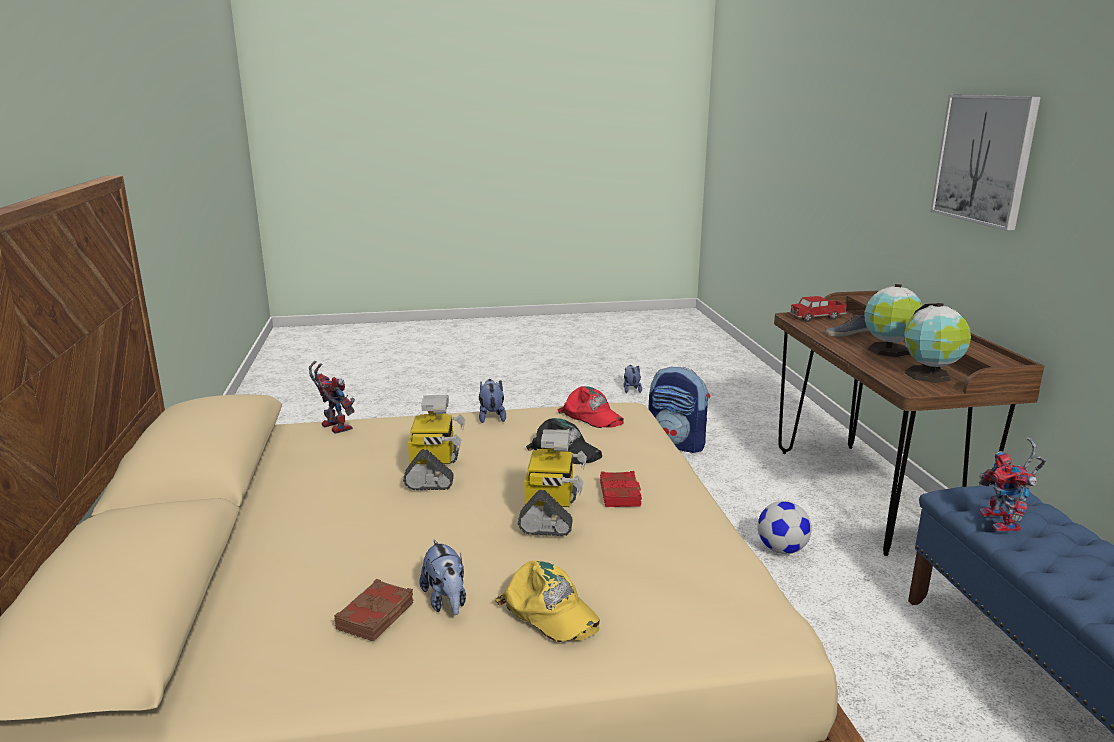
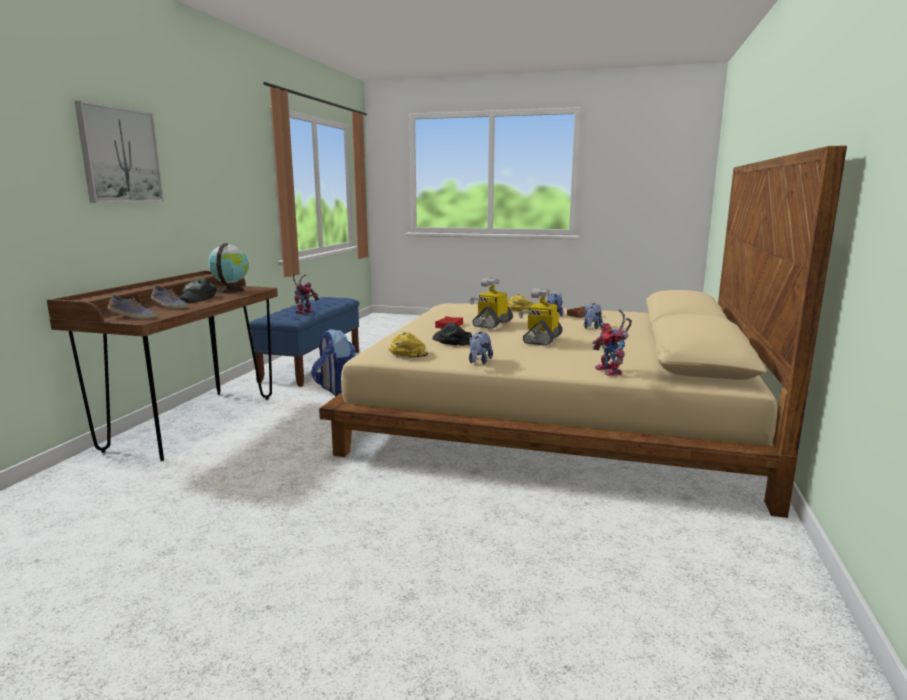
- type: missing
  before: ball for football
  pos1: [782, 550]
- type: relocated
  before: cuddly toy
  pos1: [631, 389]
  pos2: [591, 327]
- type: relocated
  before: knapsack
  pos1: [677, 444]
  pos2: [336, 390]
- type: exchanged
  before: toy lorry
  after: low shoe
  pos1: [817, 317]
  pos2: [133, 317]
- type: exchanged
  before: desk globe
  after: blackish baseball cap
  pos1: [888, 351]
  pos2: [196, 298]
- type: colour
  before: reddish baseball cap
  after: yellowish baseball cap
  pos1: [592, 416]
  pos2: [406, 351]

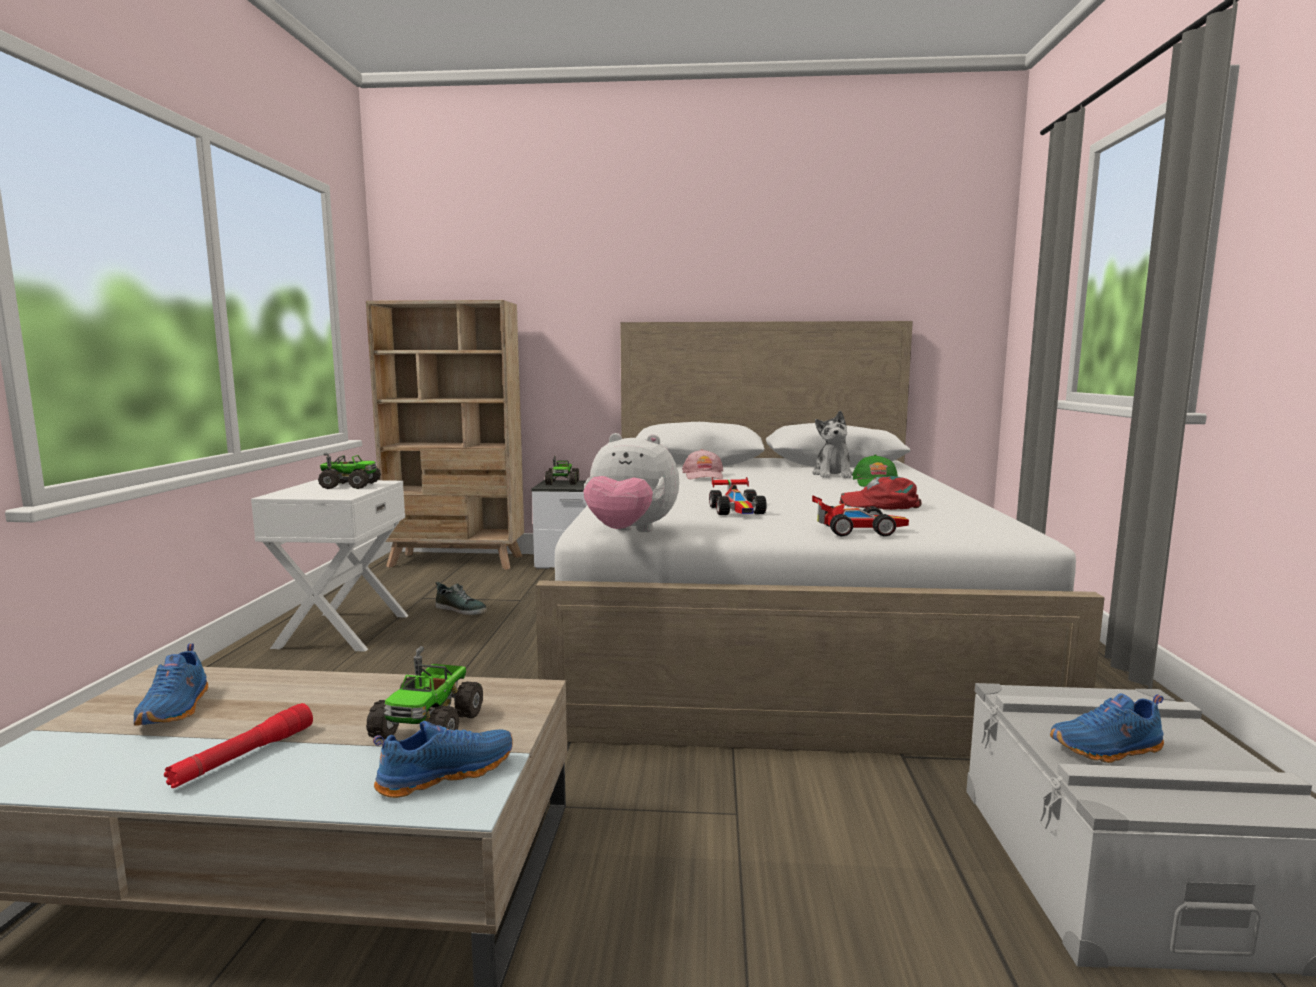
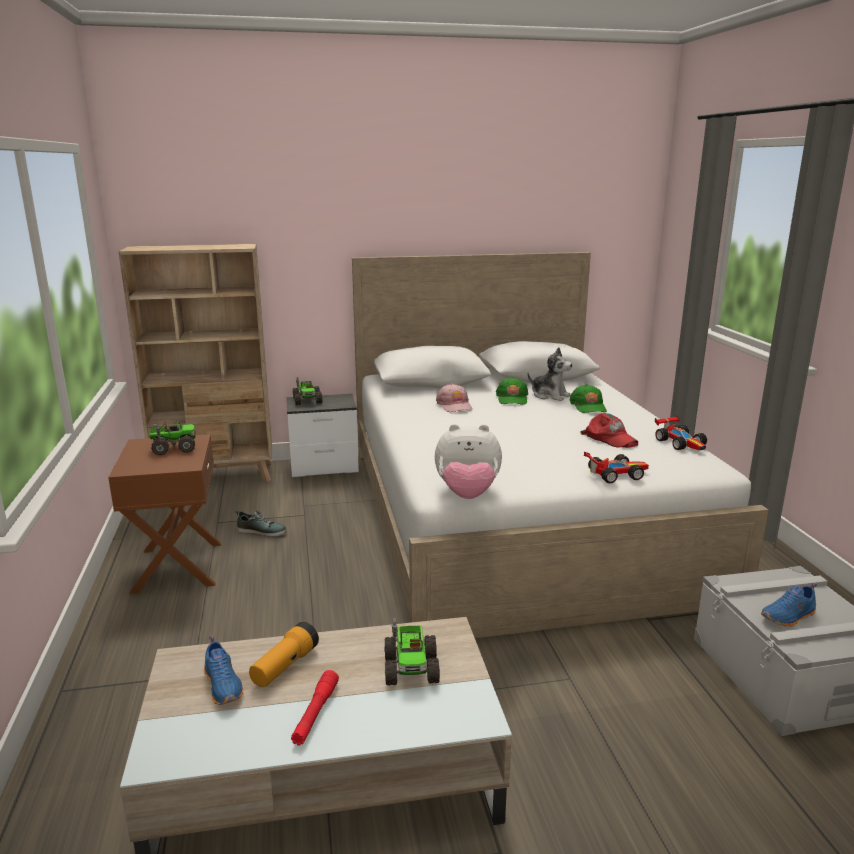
- type: missing
  before: bluish low shoe
  pos1: [446, 773]
- type: appeared
  after: hand torch
  pos2: [285, 666]
- type: appeared
  after: greenish baseball cap
  pos2: [512, 399]
- type: relocated
  before: model car
  pos1: [738, 510]
  pos2: [681, 443]
- type: colour
  before: white bedside table
  after: brownish bedside table
  pos1: [341, 631]
  pos2: [176, 567]
- type: spun
  before: cuddly toy
  pos1: [833, 474]
  pos2: [549, 395]
  turn: -45
- type: spun
  before: reddish baseball cap
  pos1: [881, 505]
  pos2: [610, 438]
  turn: -135

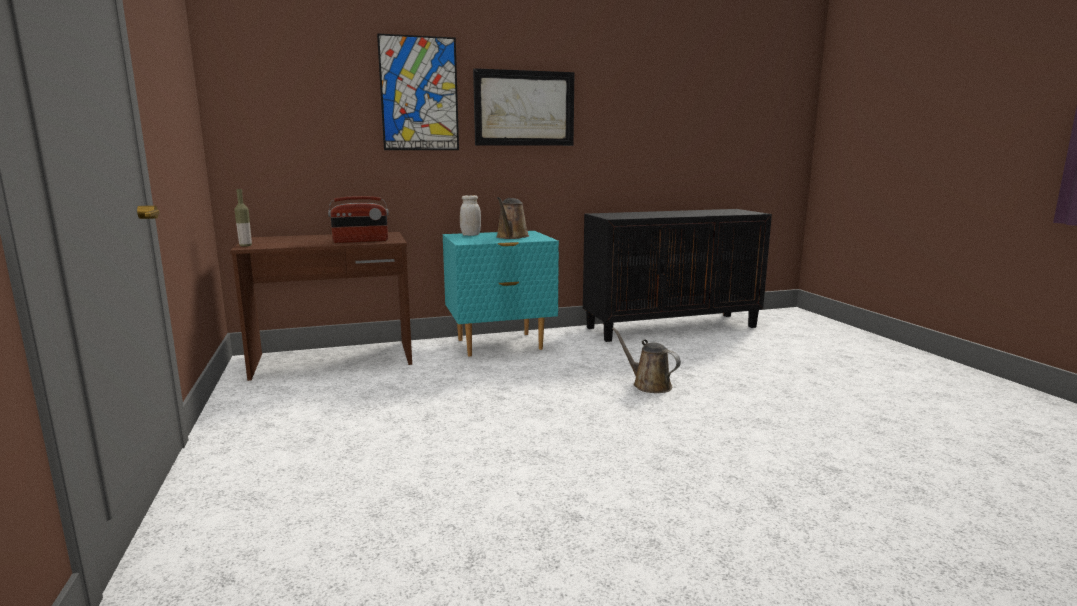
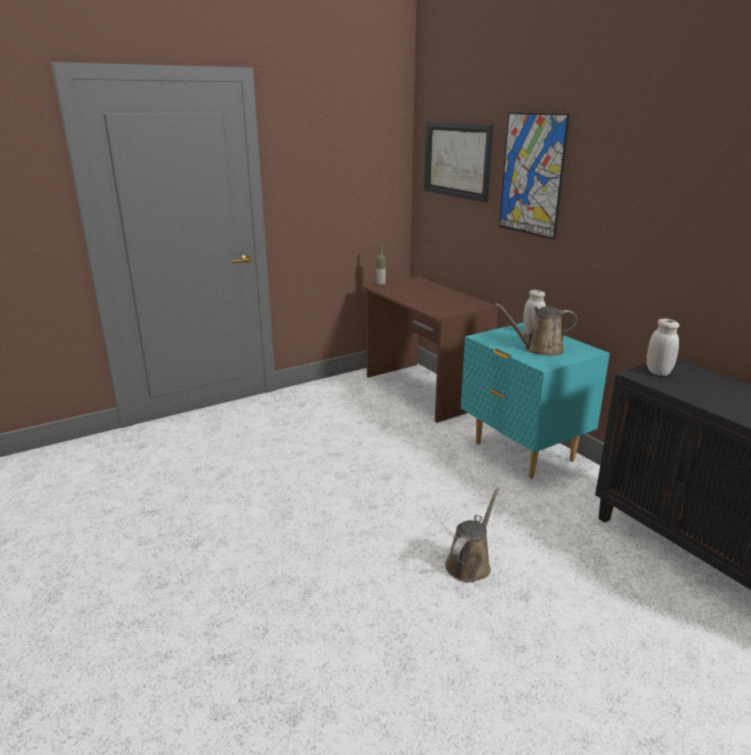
- type: missing
  before: radio receiver
  pos1: [360, 241]
- type: appeared
  after: white storage jar
  pos2: [658, 372]
- type: relocated
  before: wall art
  pos1: [524, 108]
  pos2: [457, 160]

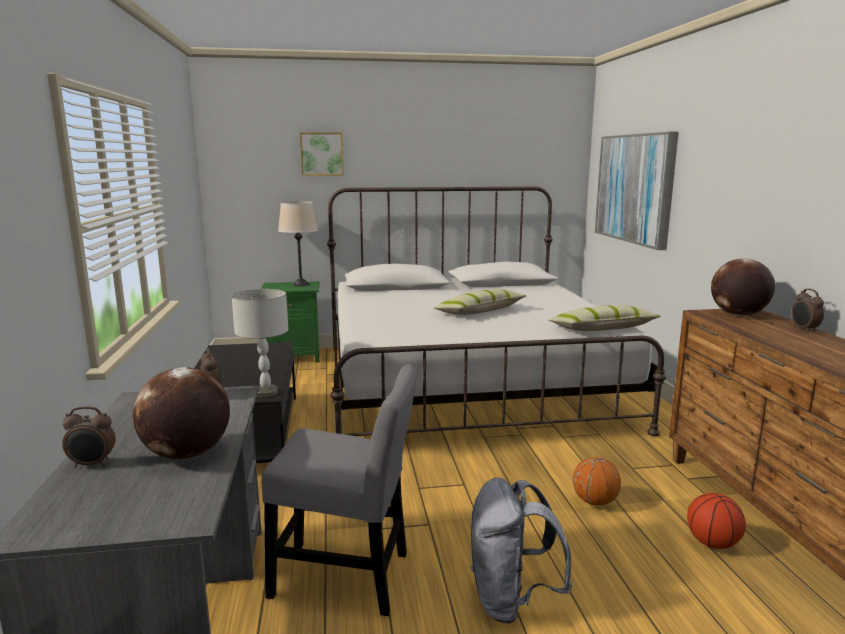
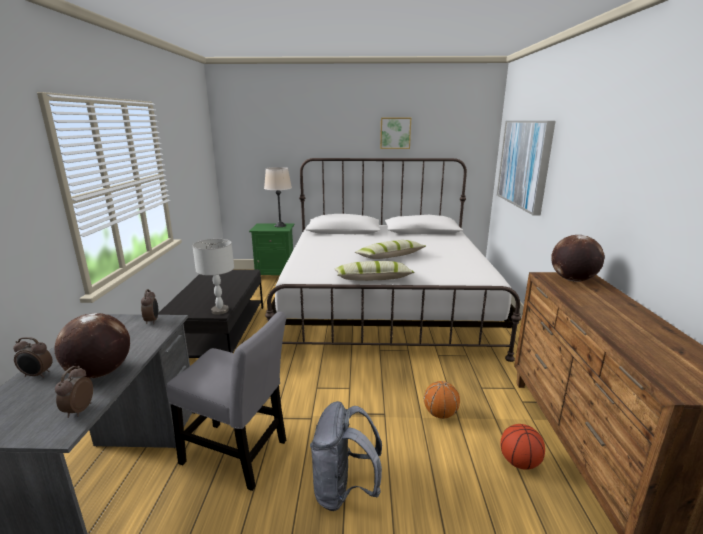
- type: relocated
  before: wall art
  pos1: [322, 154]
  pos2: [395, 133]
- type: relocated
  before: throw pillow
  pos1: [602, 329]
  pos2: [373, 279]
- type: relocated
  before: bedside clock
  pos1: [803, 329]
  pos2: [78, 410]

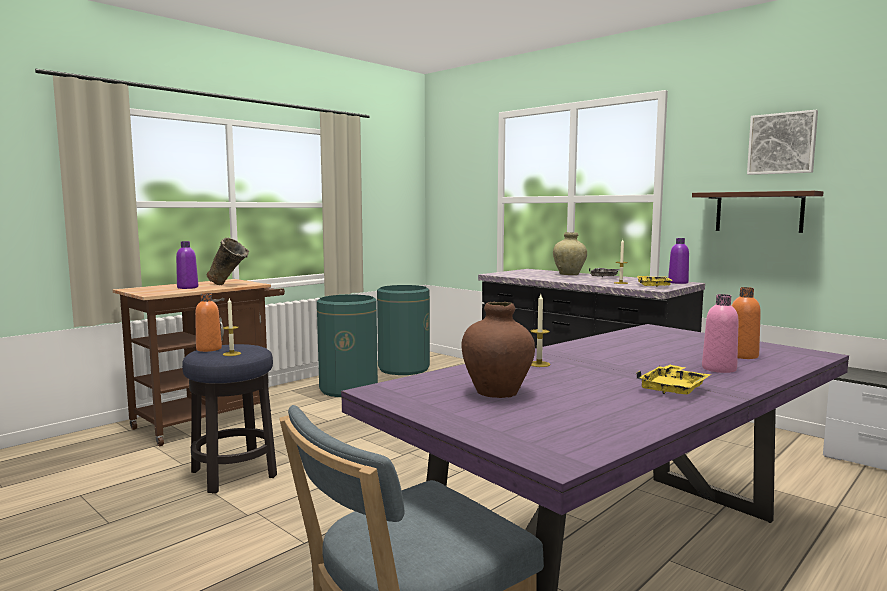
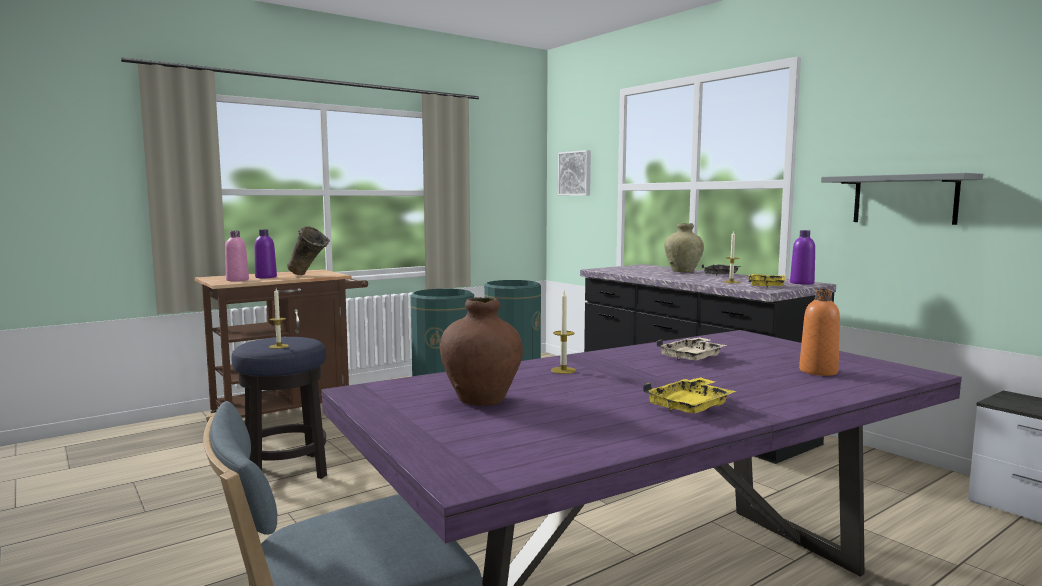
- type: missing
  before: orangey bottle
  pos1: [209, 349]
- type: appeared
  after: sand-coloured tray
  pos2: [692, 357]
- type: relocated
  before: pinkish bottle
  pos1: [719, 369]
  pos2: [237, 280]
- type: relocated
  before: wall art
  pos1: [782, 143]
  pos2: [575, 173]
- type: colour
  before: brownish bracket shelf
  after: grey bracket shelf
  pos1: [759, 212]
  pos2: [904, 199]

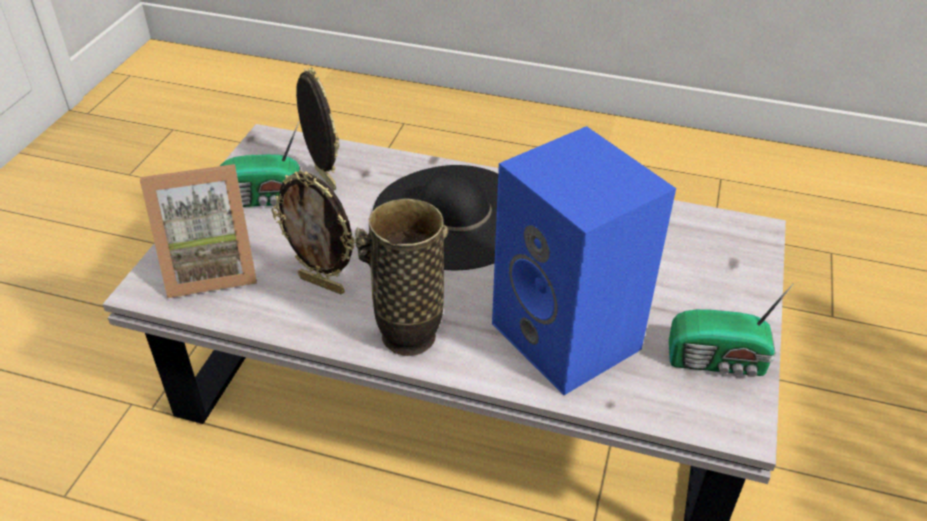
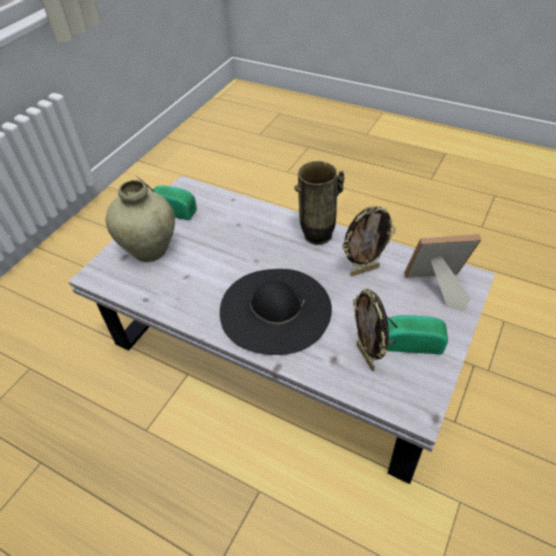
- type: missing
  before: bluish audio speaker
  pos1: [570, 337]
- type: appeared
  after: sand-coloured flower vase
  pos2: [150, 250]
- type: spun
  before: standing frame
  pos1: [323, 284]
  pos2: [364, 270]
  turn: 120

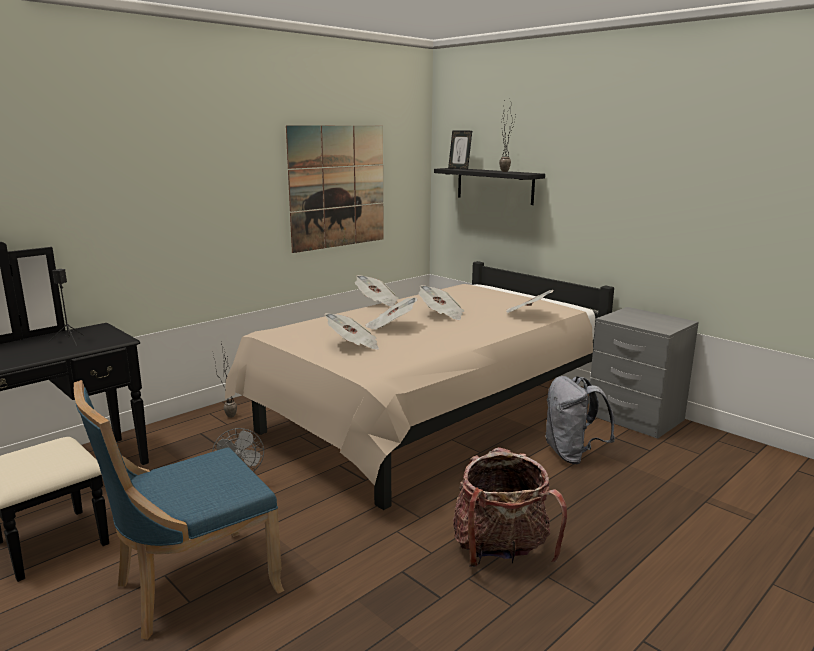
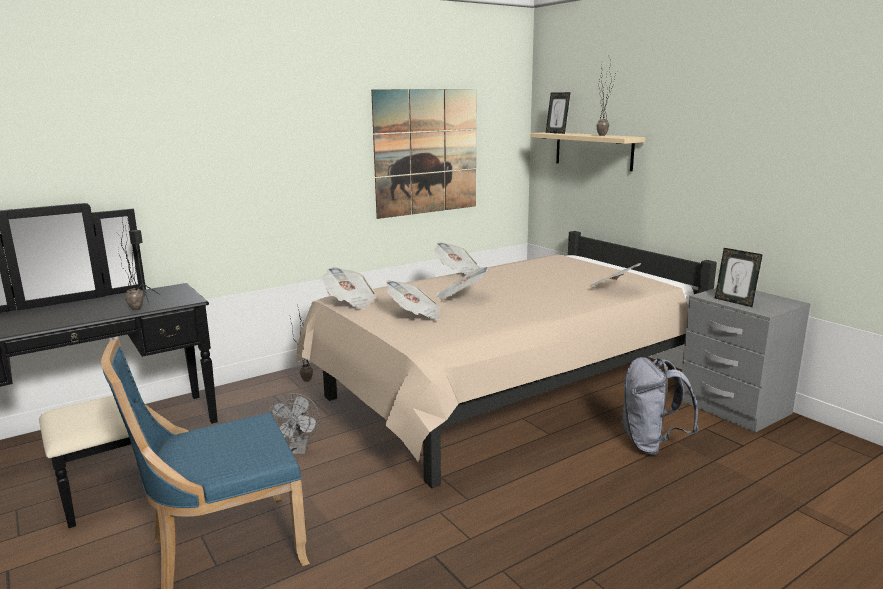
- type: missing
  before: knapsack
  pos1: [501, 552]
- type: appeared
  after: potted plant
  pos2: [136, 310]
- type: appeared
  after: standing frame
  pos2: [734, 302]
- type: relocated
  before: newspaper
  pos1: [441, 315]
  pos2: [350, 302]
- type: colour
  before: blackish bracket shelf
  after: sand-coloured bracket shelf
  pos1: [494, 185]
  pos2: [593, 150]

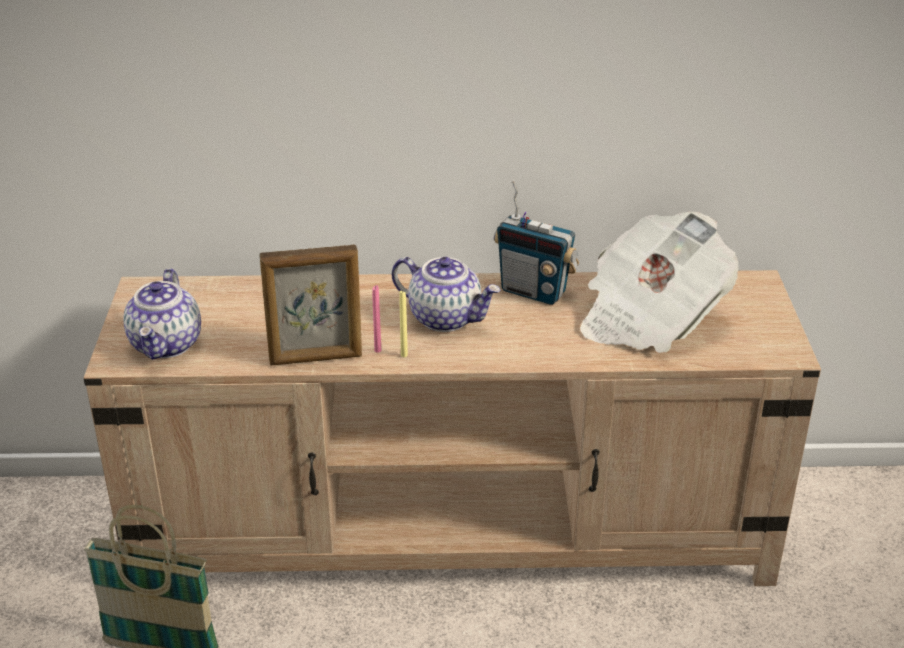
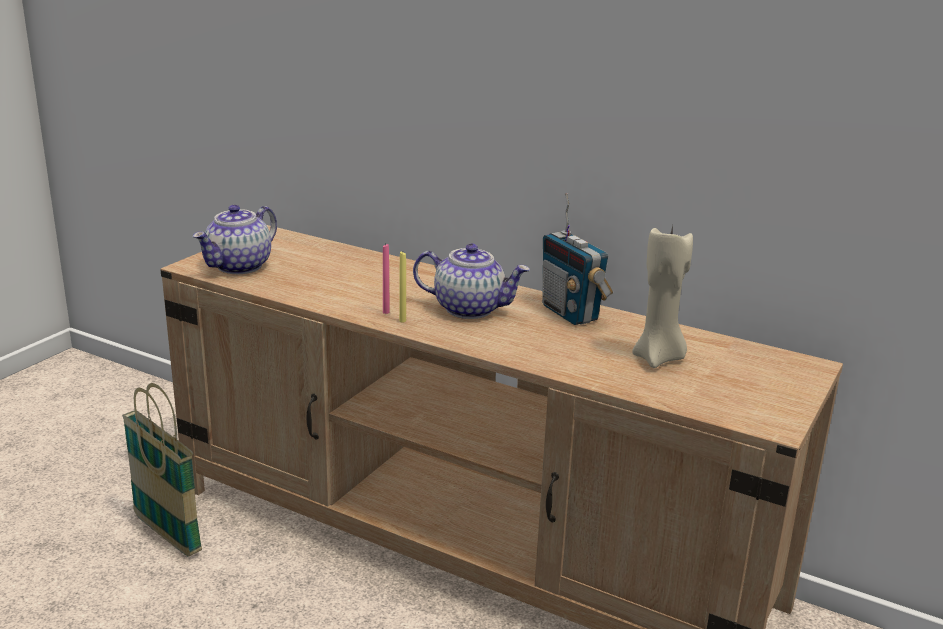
- type: missing
  before: standing frame
  pos1: [316, 359]
- type: exchanged
  before: newspaper
  after: sand-coloured wax light
  pos1: [649, 317]
  pos2: [658, 358]
- type: spun
  before: pot for tea
  pos1: [446, 318]
  pos2: [470, 309]
  turn: -45

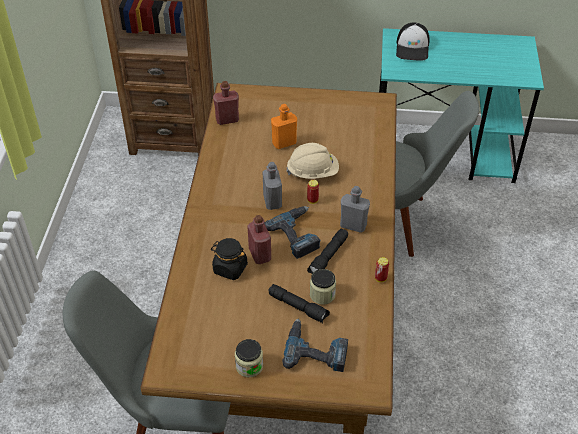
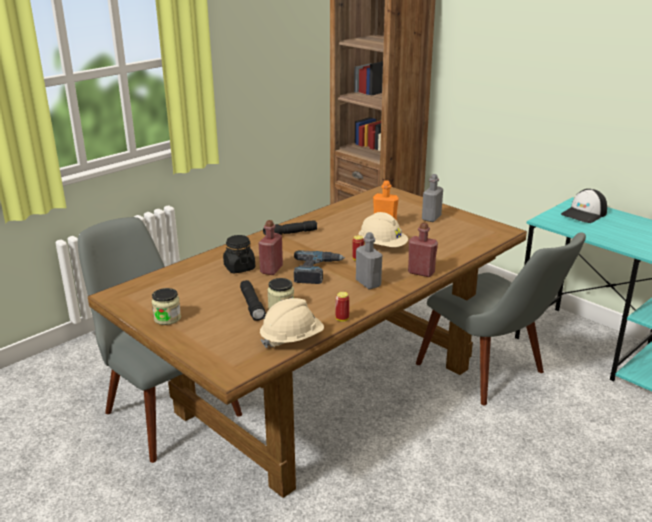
- type: missing
  before: electric drill
  pos1: [316, 350]
- type: appeared
  after: sand-coloured work helmet
  pos2: [292, 339]
- type: relocated
  before: reddish bottle
  pos1: [227, 120]
  pos2: [421, 272]
- type: relocated
  before: grey bottle
  pos1: [272, 201]
  pos2: [431, 218]
- type: relocated
  before: blackish hand torch
  pos1: [328, 257]
  pos2: [290, 234]

